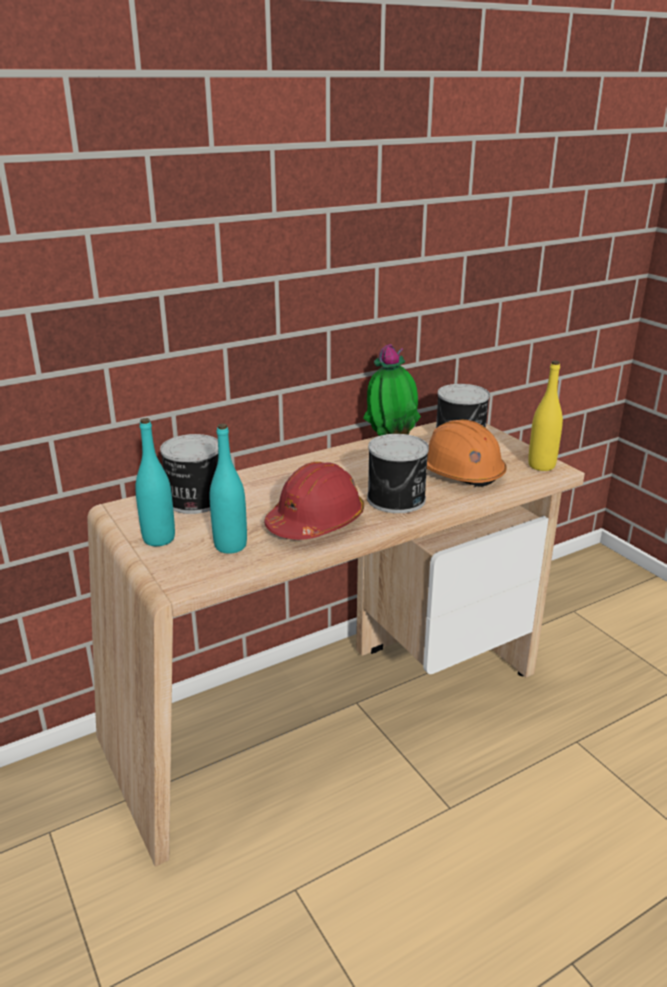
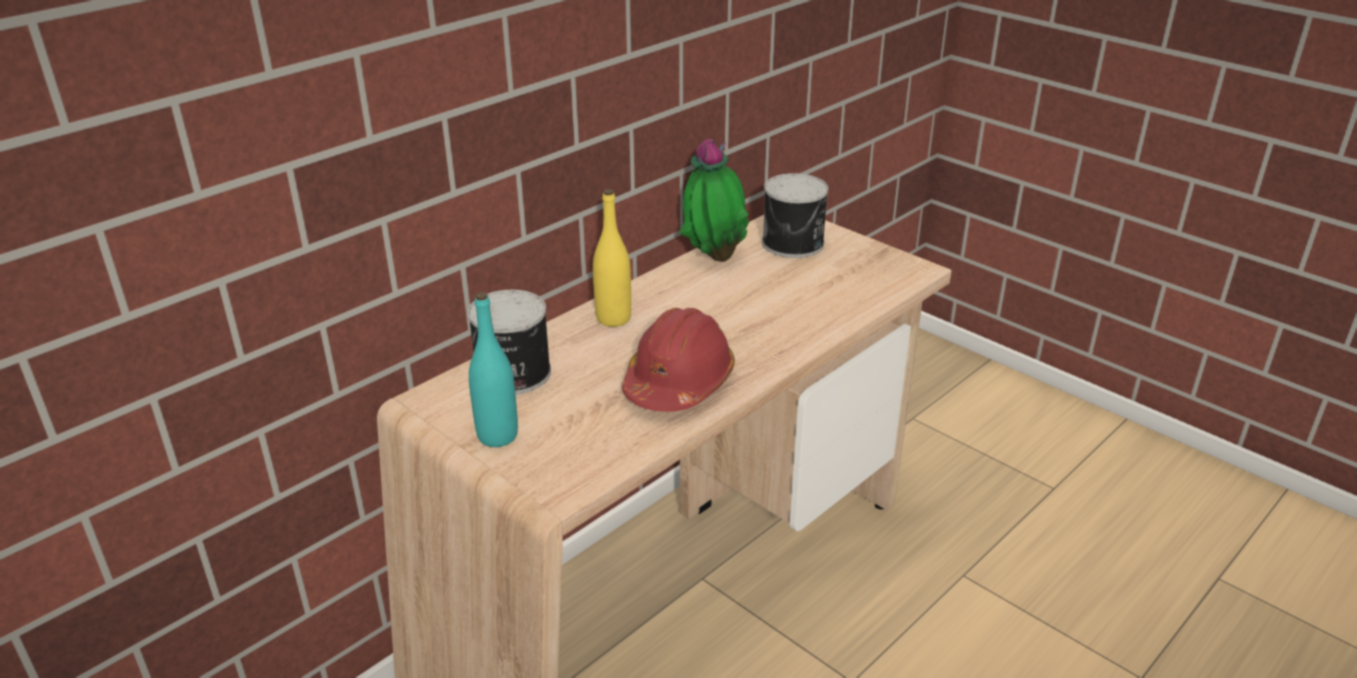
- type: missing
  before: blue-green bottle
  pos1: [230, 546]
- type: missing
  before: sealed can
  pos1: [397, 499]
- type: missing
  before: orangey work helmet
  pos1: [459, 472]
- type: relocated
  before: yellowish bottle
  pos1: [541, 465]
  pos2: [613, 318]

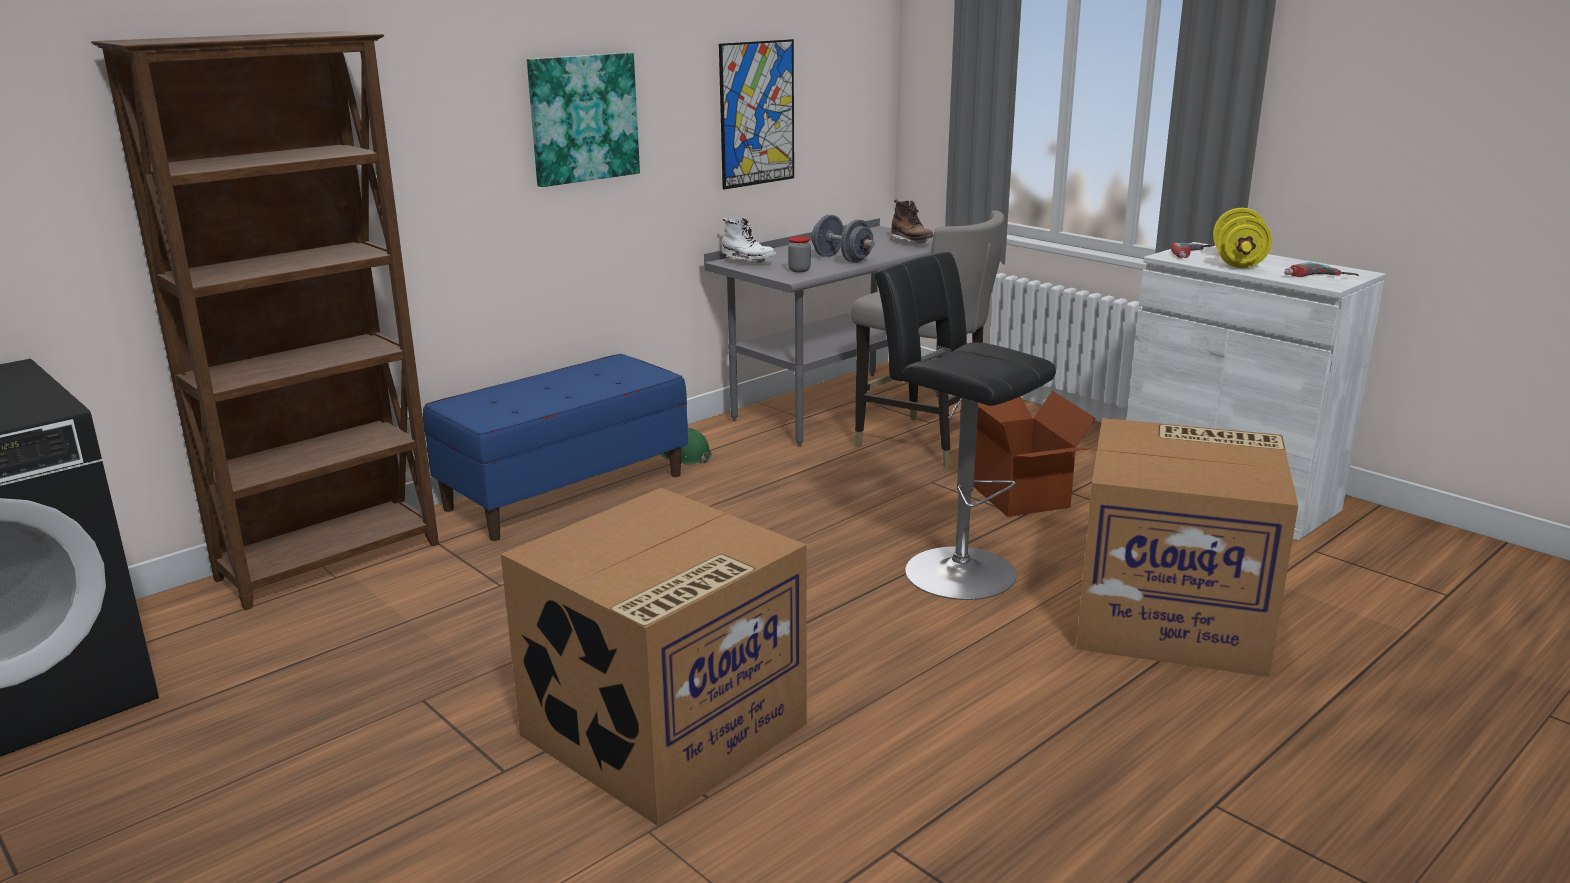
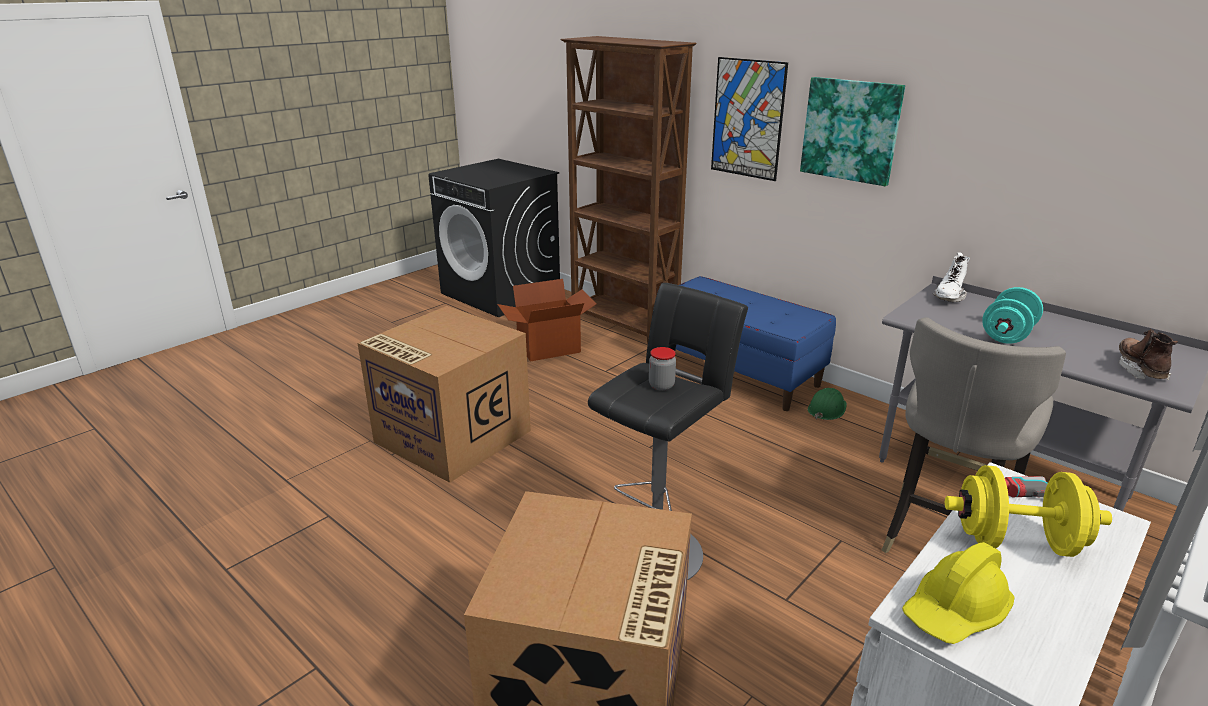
- type: relocated
  before: wall art
  pos1: [757, 113]
  pos2: [747, 119]
- type: relocated
  before: storage jar
  pos1: [799, 270]
  pos2: [661, 385]
- type: relocated
  before: packing box
  pos1: [1021, 495]
  pos2: [549, 348]
- type: exchanged
  before: electric drill
  after: yellowish work helmet
  pos1: [1318, 278]
  pos2: [955, 611]
- type: colour
  before: grey free weight
  after: blue-green free weight
  pos1: [842, 259]
  pos2: [1007, 335]
- type: spun
  before: brownish tall boot
  pos1: [911, 242]
  pos2: [1139, 370]
  turn: 135

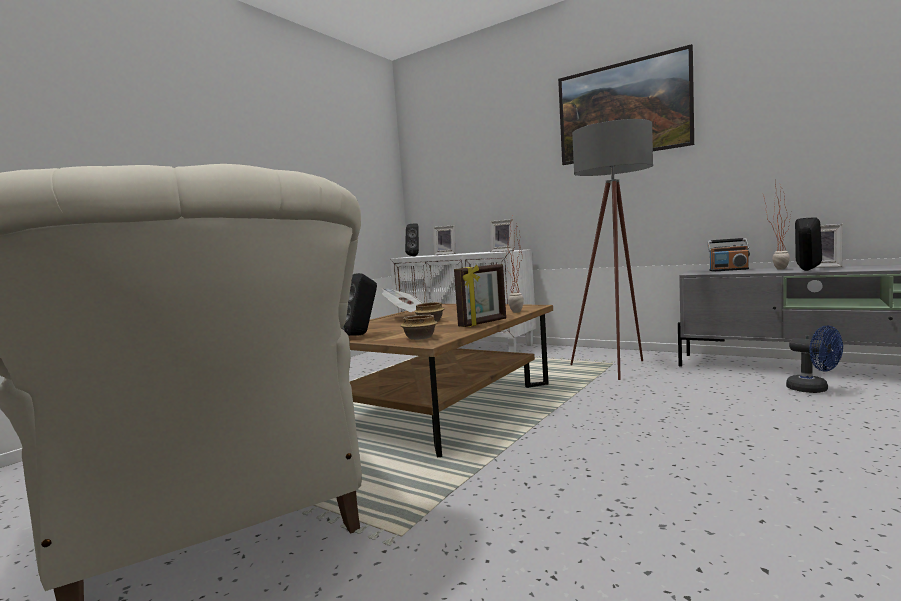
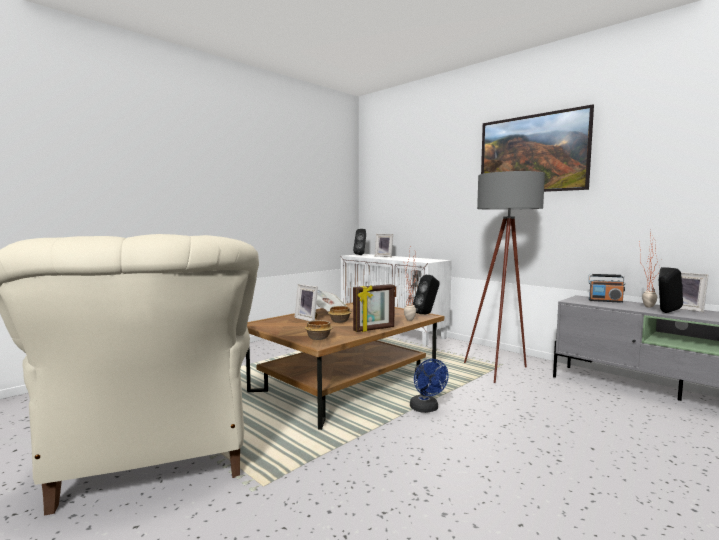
- type: relocated
  before: blackish audio speaker
  pos1: [361, 334]
  pos2: [426, 314]
- type: relocated
  before: standing frame
  pos1: [503, 251]
  pos2: [308, 319]
- type: relocated
  before: bluish fan
  pos1: [814, 389]
  pos2: [426, 409]

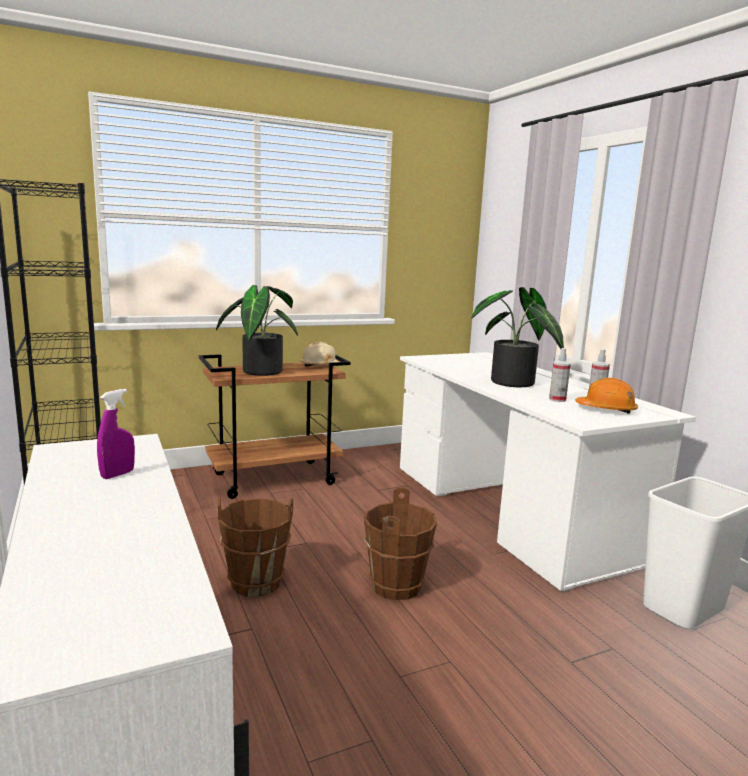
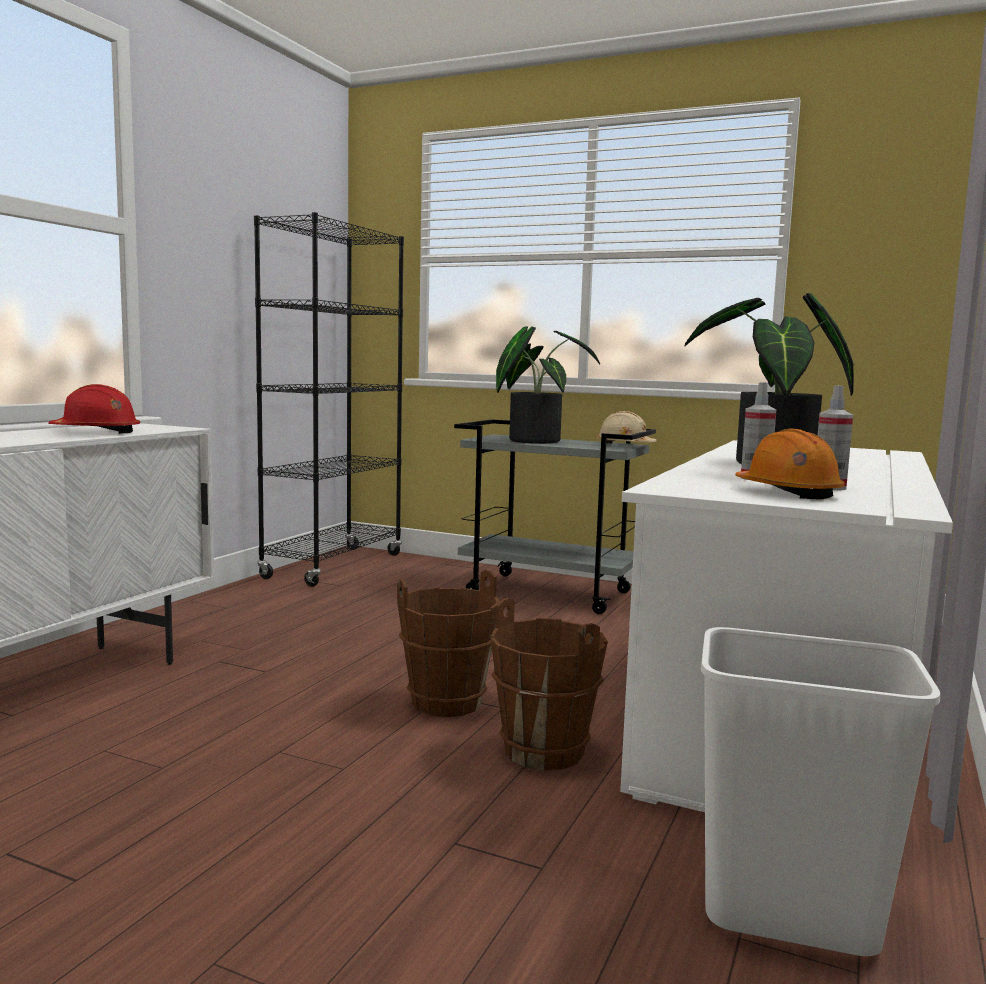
- type: relocated
  before: brownish pail
  pos1: [256, 582]
  pos2: [544, 751]
- type: exchanged
  before: purple sprayer
  after: reddish work helmet
  pos1: [118, 474]
  pos2: [97, 432]
- type: colour
  before: brownish wheeled cart
  after: grey wheeled cart
  pos1: [275, 478]
  pos2: [550, 593]

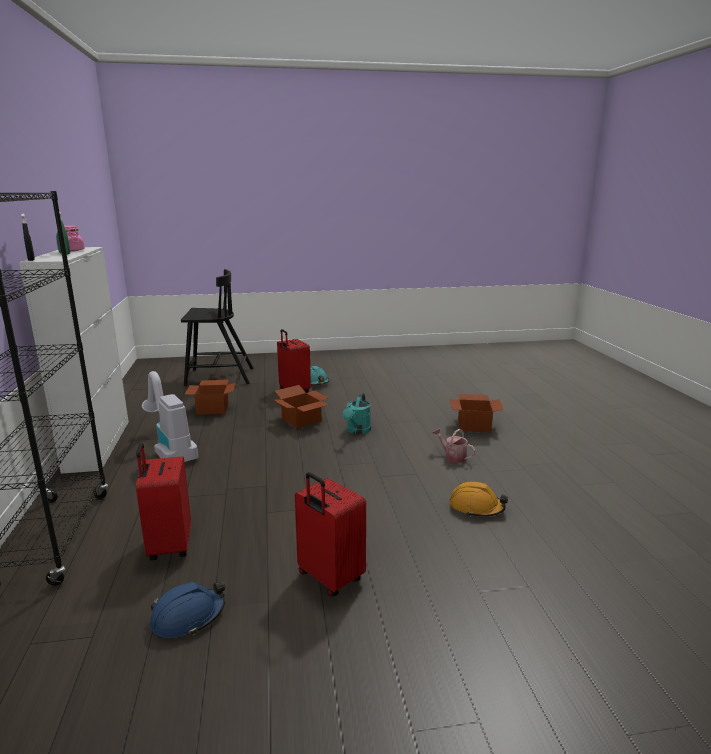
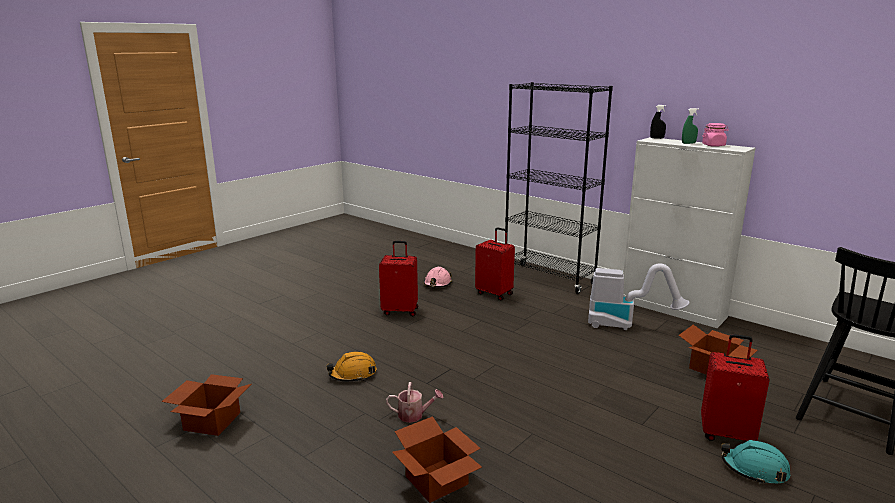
- type: missing
  before: blue-green sprinkling can
  pos1: [357, 431]
- type: relocated
  before: packing box
  pos1: [301, 420]
  pos2: [211, 420]
- type: colour
  before: bluish work helmet
  after: pinkish work helmet
  pos1: [188, 617]
  pos2: [437, 284]

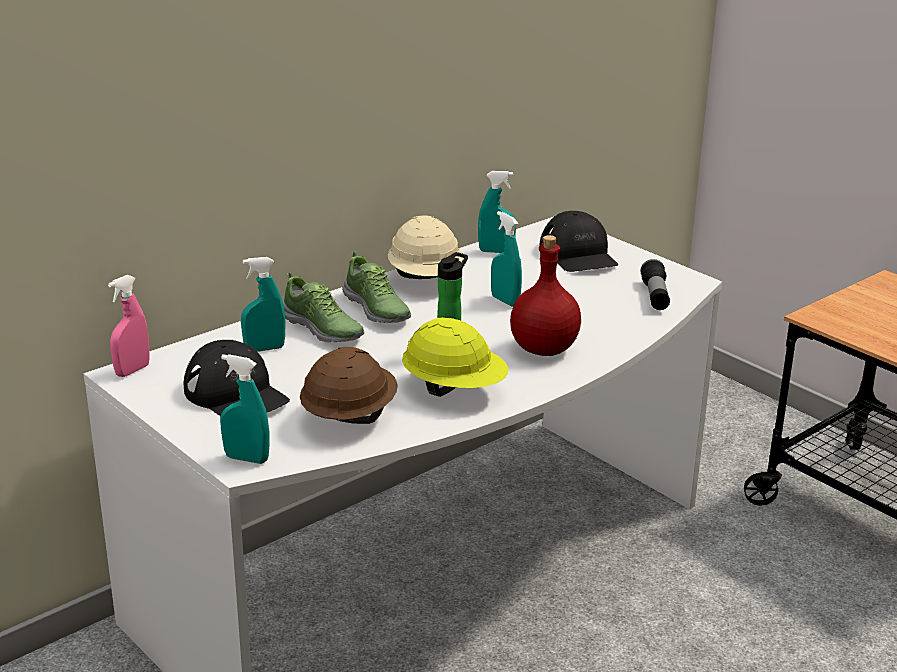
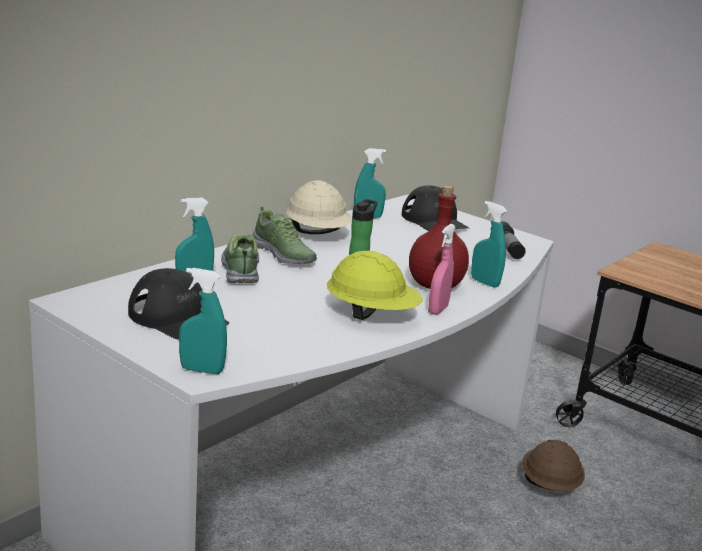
- type: relocated
  before: pinkish sprayer
  pos1: [132, 370]
  pos2: [438, 310]
- type: relocated
  before: brownish work helmet
  pos1: [349, 417]
  pos2: [549, 485]
- type: relocated
  before: blue-green sprayer
  pos1: [505, 301]
  pos2: [484, 283]
- type: spun
  before: low shoe
  pos1: [323, 329]
  pos2: [241, 269]
  turn: -135

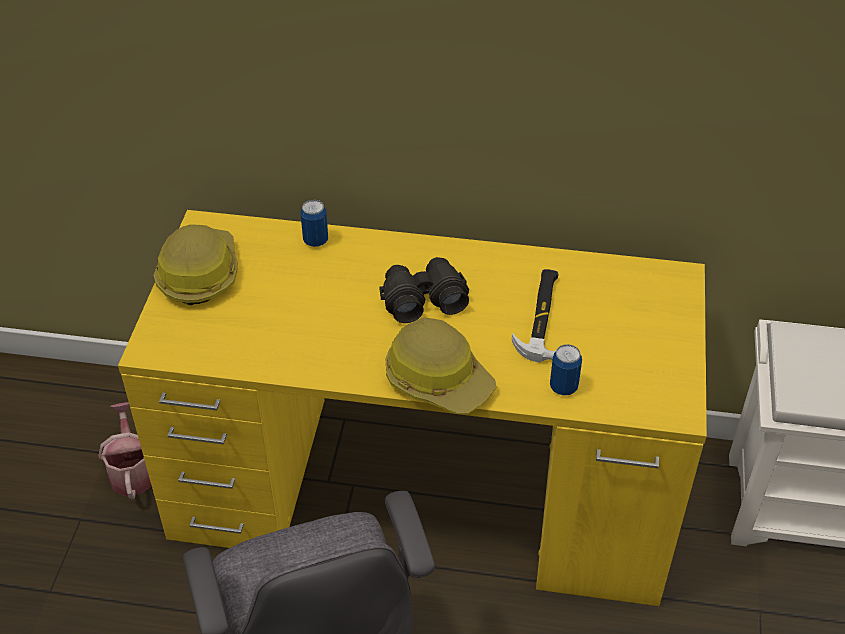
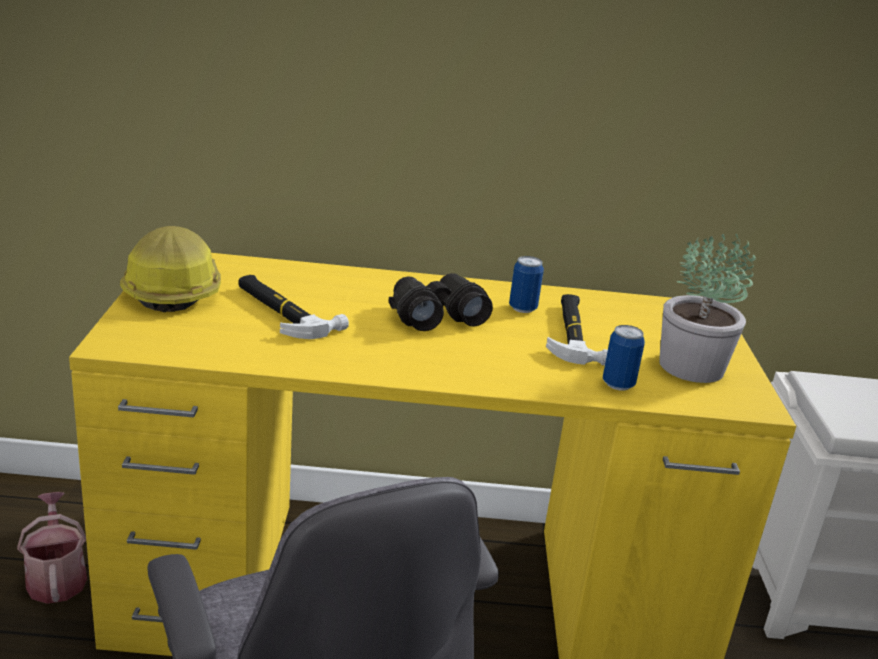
- type: missing
  before: work helmet
  pos1: [438, 379]
- type: appeared
  after: hand hammer
  pos2: [283, 311]
- type: appeared
  after: potted plant
  pos2: [693, 367]
- type: relocated
  before: sealed can
  pos1: [315, 240]
  pos2: [522, 308]

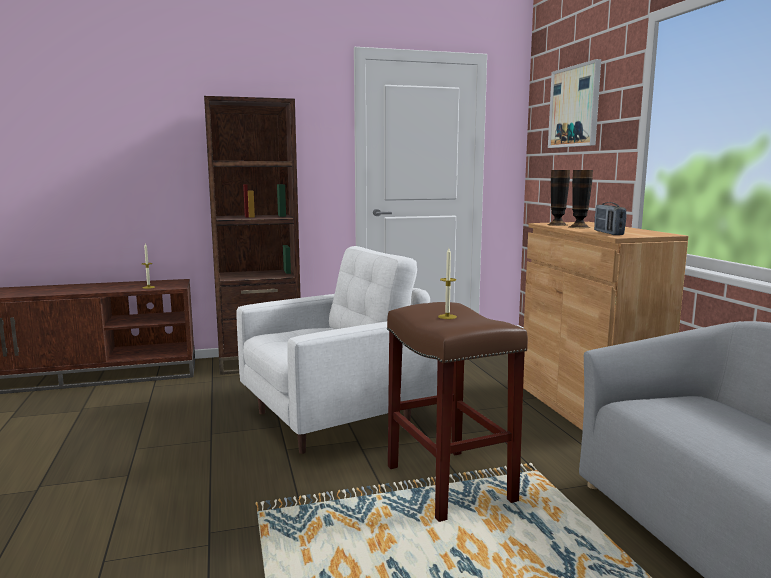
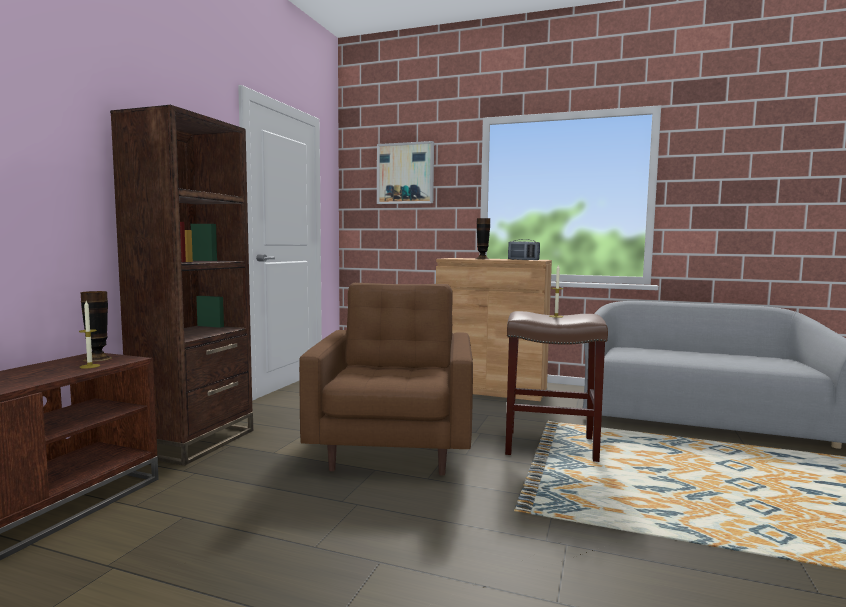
- type: relocated
  before: flower vase
  pos1: [557, 225]
  pos2: [97, 359]
- type: colour
  before: white armchair
  after: brownish armchair
  pos1: [337, 418]
  pos2: [395, 447]

